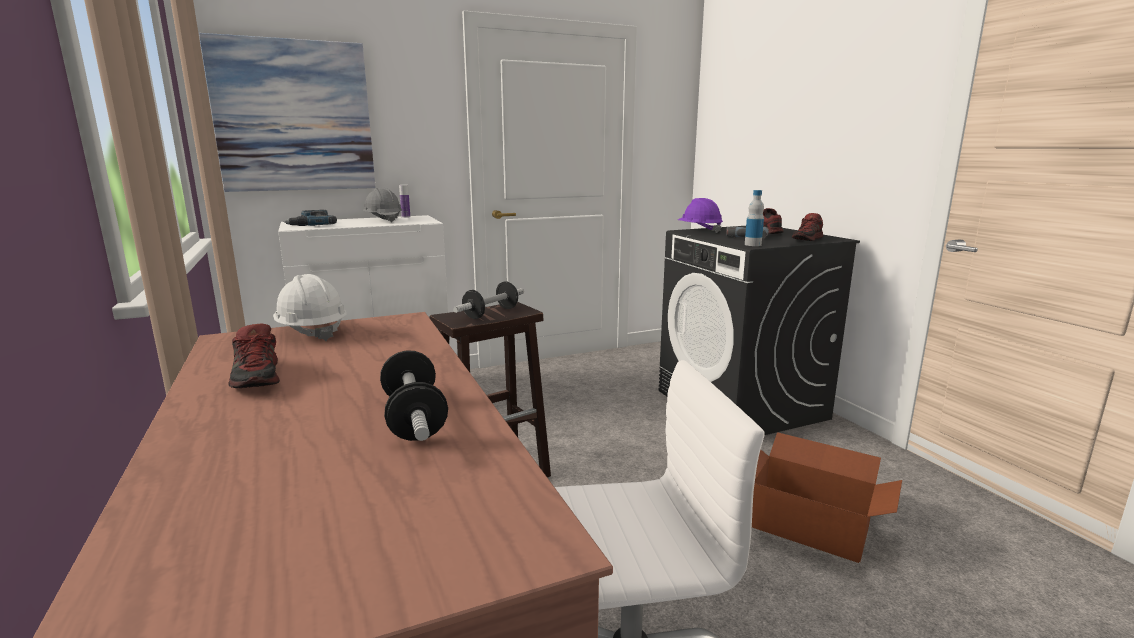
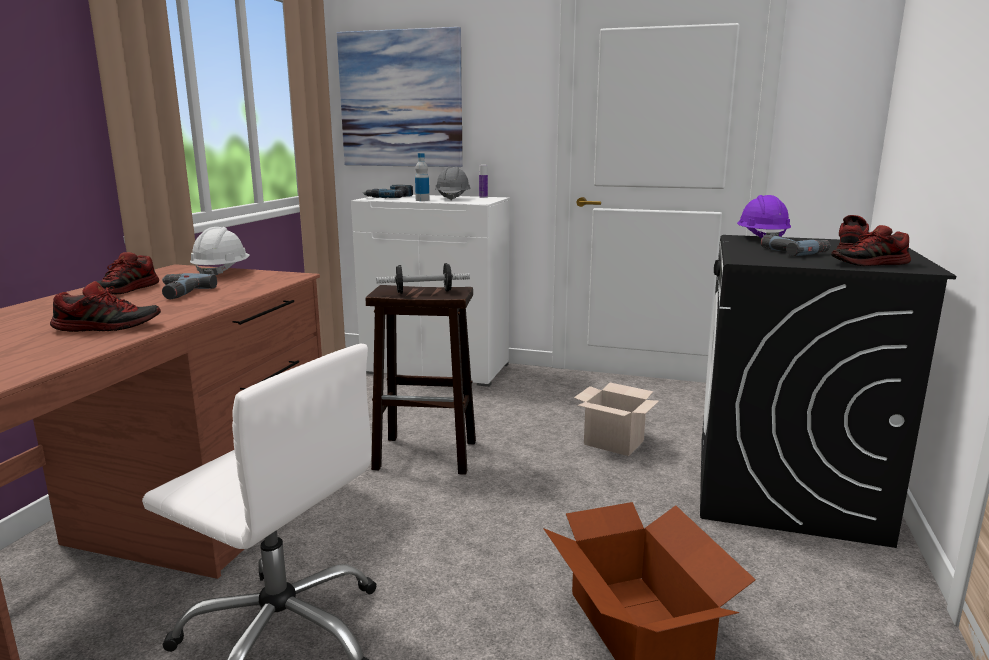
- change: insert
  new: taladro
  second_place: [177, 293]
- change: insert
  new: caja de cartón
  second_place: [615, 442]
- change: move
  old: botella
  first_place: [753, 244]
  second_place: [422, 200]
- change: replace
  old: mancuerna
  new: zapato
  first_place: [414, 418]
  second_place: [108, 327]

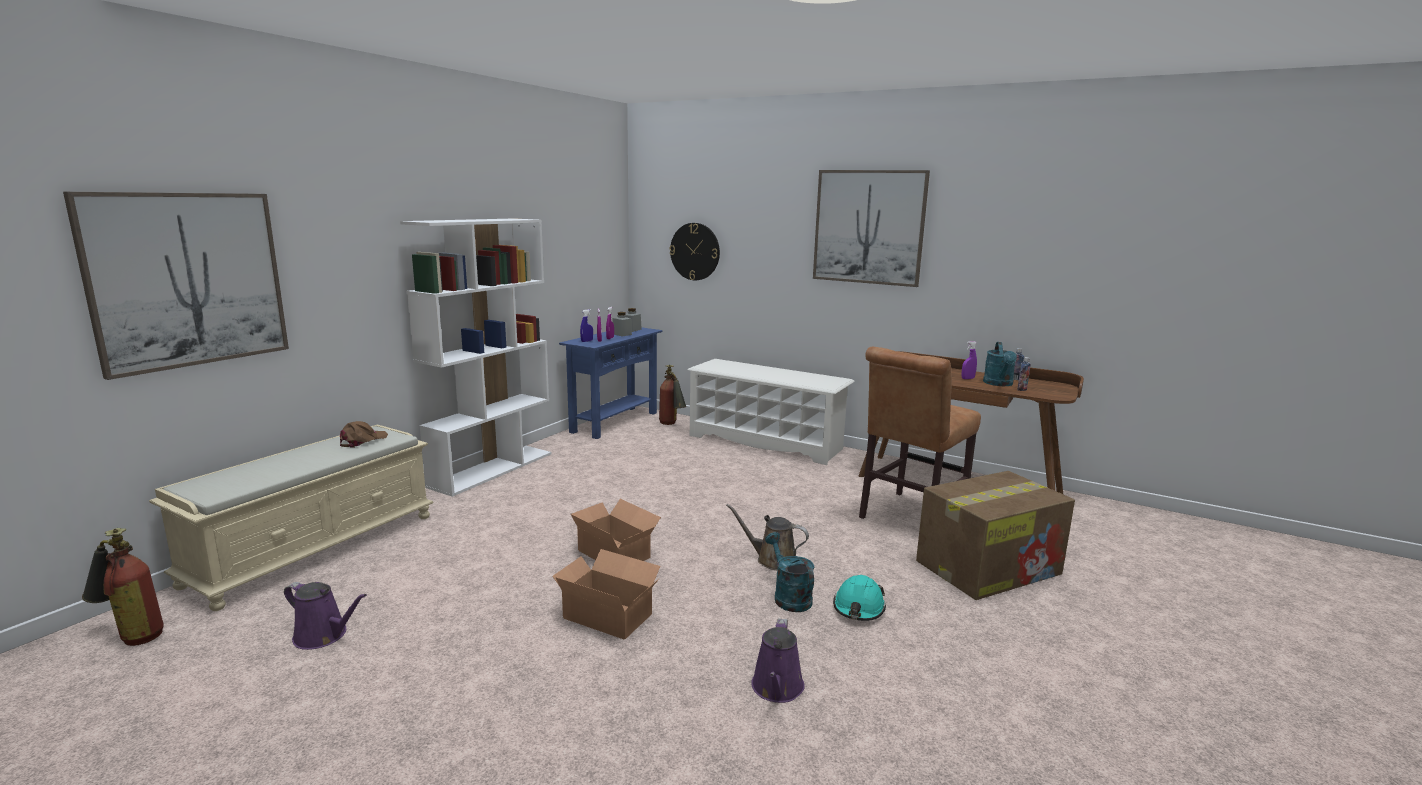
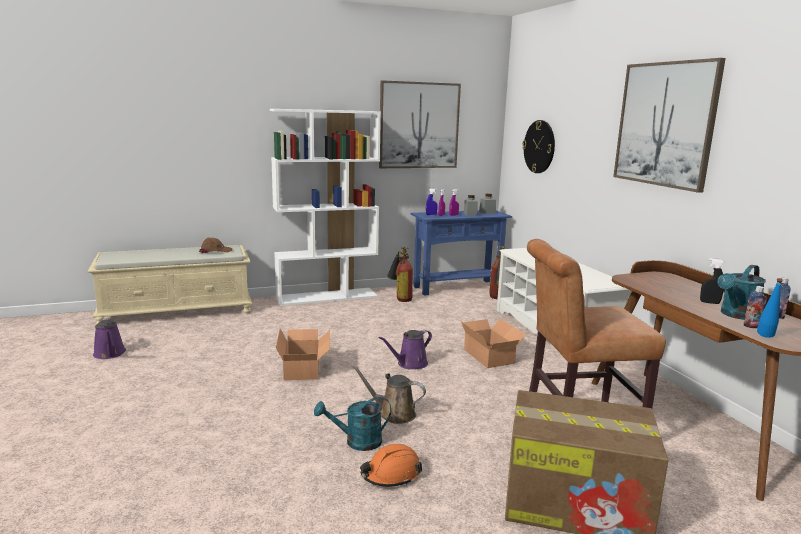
- change: insert
  new: botella (azul)
  second_place: [765, 338]
- change: move
  old: cuadro
  first_place: [188, 280]
  second_place: [419, 125]
- change: move
  old: extintor
  first_place: [131, 635]
  second_place: [400, 298]
- change: move
  old: caja de cartón
  first_place: [608, 614]
  second_place: [490, 355]
- change: move
  old: regadera (morado)
  first_place: [777, 689]
  second_place: [410, 364]
- change: recolor
  old: casco (turquesa)
  new: casco (naranja)
  first_place: [858, 608]
  second_place: [391, 474]
- change: recolor
  old: pulverizador (morado)
  new: pulverizador (negro)
  first_place: [967, 378]
  second_place: [709, 302]
- change: rotate
  old: regadera (marrón)
  first_place: [772, 560]
  second_place: [393, 414]
  degrees: -45
- change: rotate
  old: regadera (turquesa)
  first_place: [789, 596]
  second_place: [357, 442]
  degrees: -120

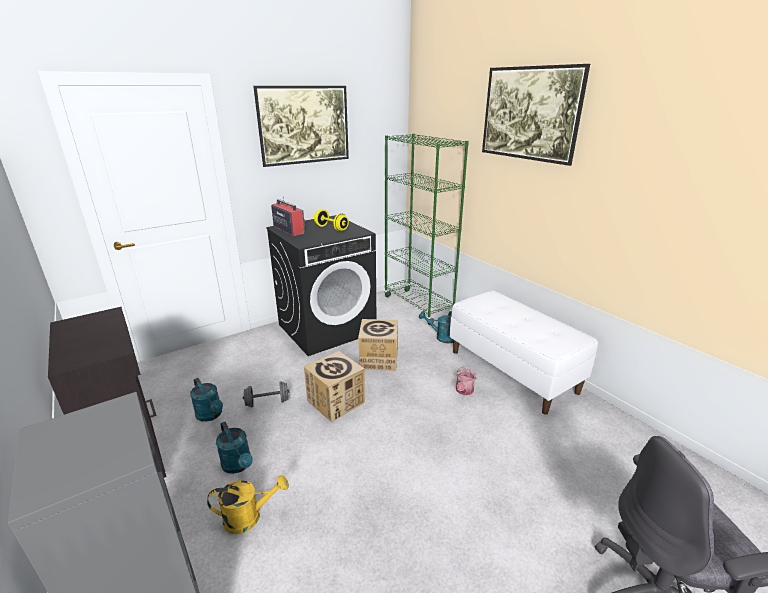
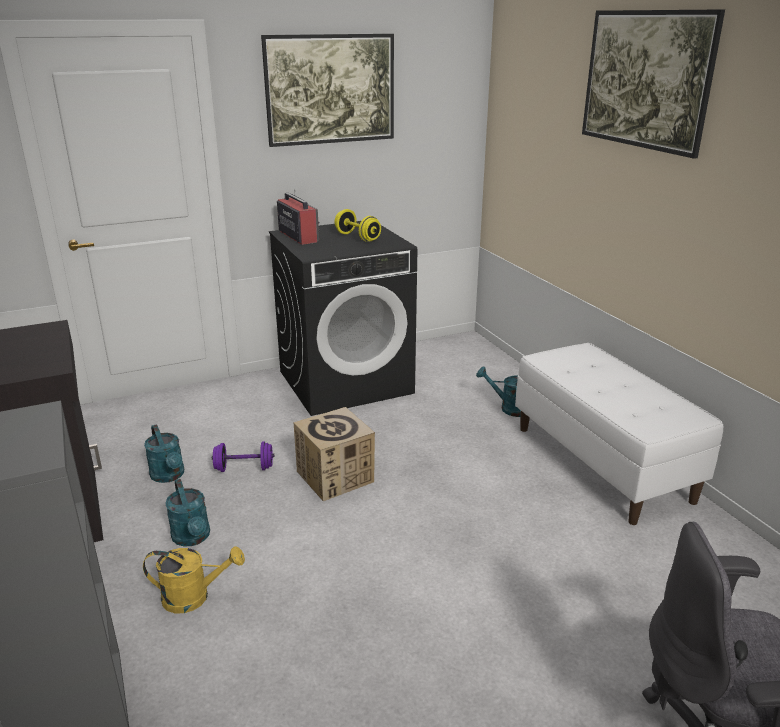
- change: delete
  old: caja de cartón
  first_place: [378, 359]
- change: delete
  old: estantería (verde)
  first_place: [418, 306]
- change: delete
  old: regadera
  first_place: [463, 391]
- change: recolor
  old: mancuerna (gris)
  new: mancuerna (morado)
  first_place: [267, 402]
  second_place: [244, 468]

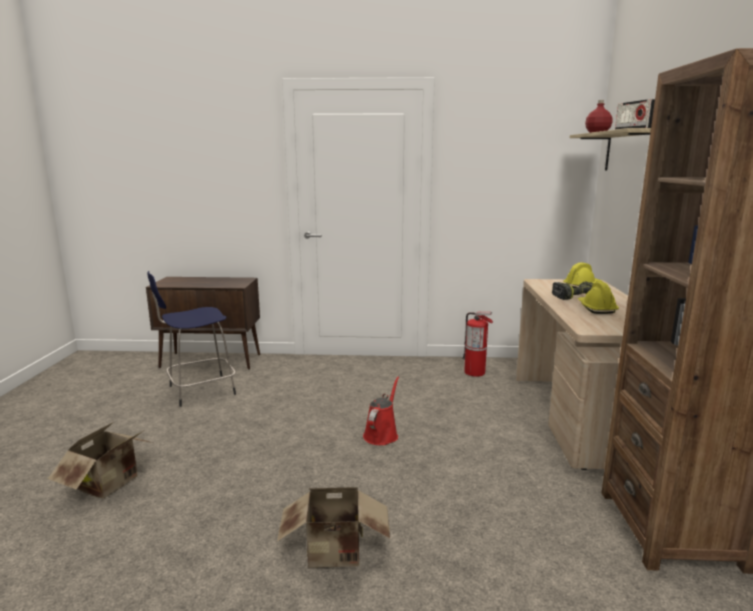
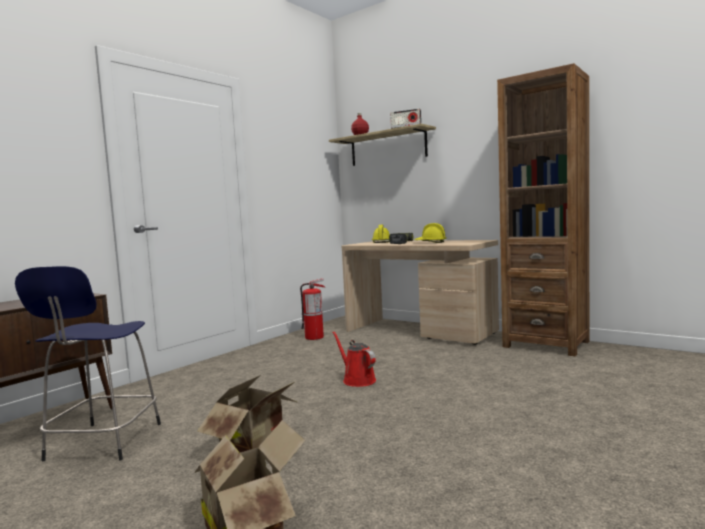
- change: move
  old: caja de cartón
  first_place: [336, 555]
  second_place: [257, 445]

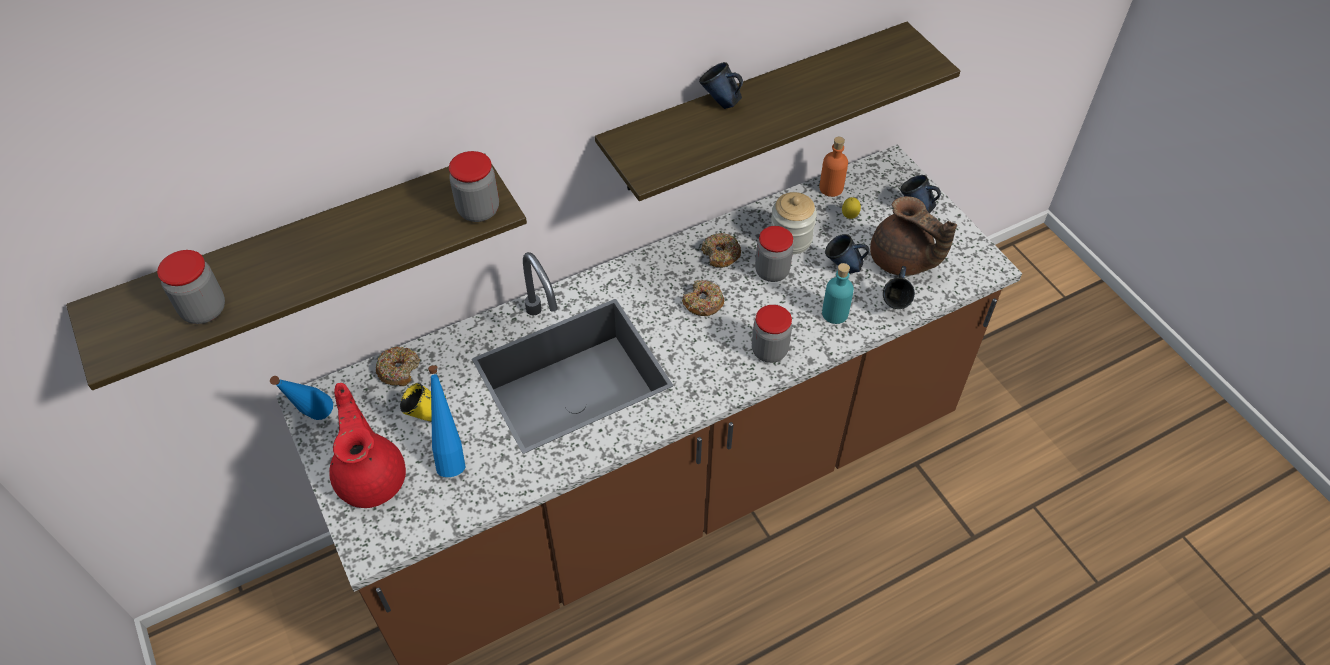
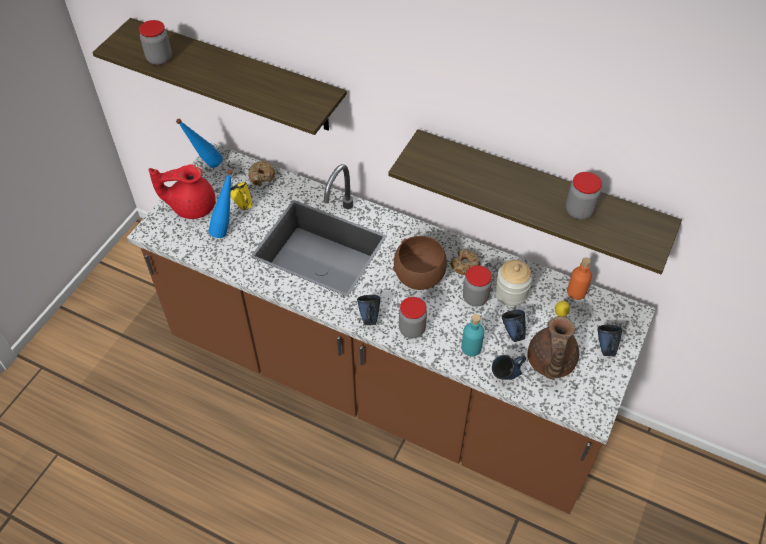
- change: move
  old: tarro
  first_place: [478, 210]
  second_place: [579, 211]
- change: move
  old: taza grande (azul)
  first_place: [721, 103]
  second_place: [369, 318]
- change: replace
  old: rosquilla
  new: cuenco (marrón)
  first_place: [703, 303]
  second_place: [419, 277]
- change: rotate
  old: tetera (rojo)
  first_place: [372, 476]
  second_place: [191, 206]
  degrees: -135

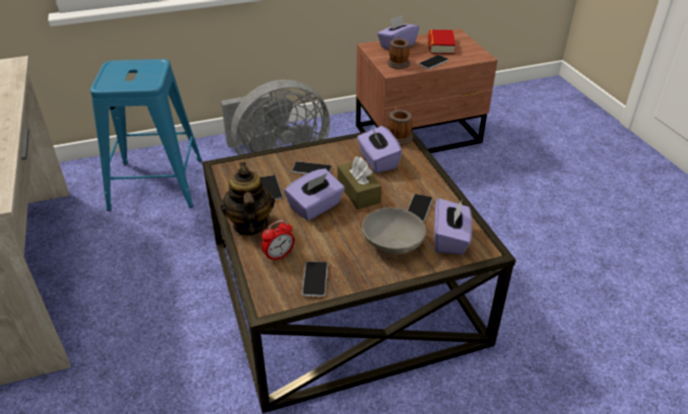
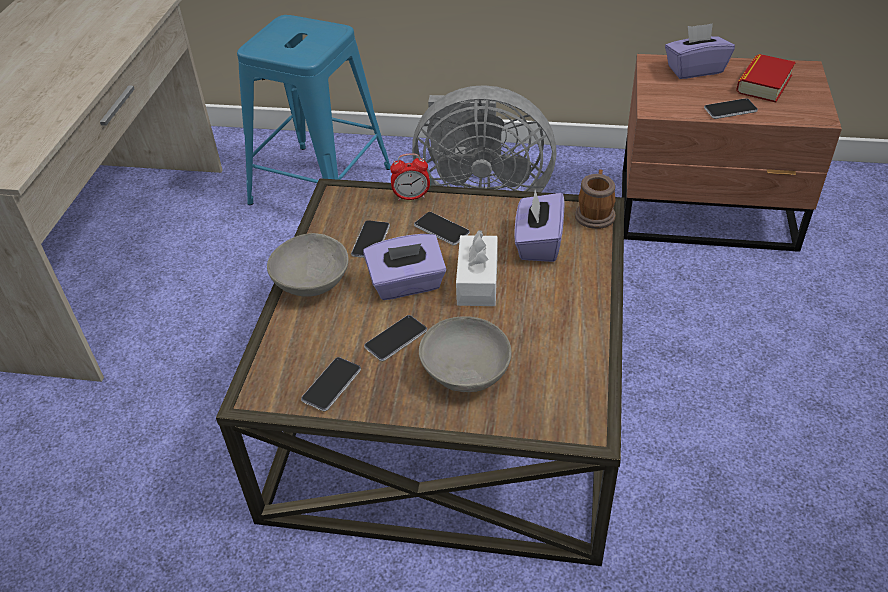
- change: delete
  old: taza grande
  first_place: [398, 62]
- change: delete
  old: caja de pañuelos (morado)
  first_place: [450, 239]
- change: move
  old: despertador
  first_place: [279, 256]
  second_place: [411, 197]
- change: move
  old: móvil
  first_place: [418, 208]
  second_place: [396, 339]
- change: replace
  old: tetera
  new: cuenco (gris)
  first_place: [249, 225]
  second_place: [311, 282]
- change: recolor
  old: caja de pañuelos (marrón)
  new: caja de pañuelos (blanco)
  first_place: [358, 192]
  second_place: [477, 281]

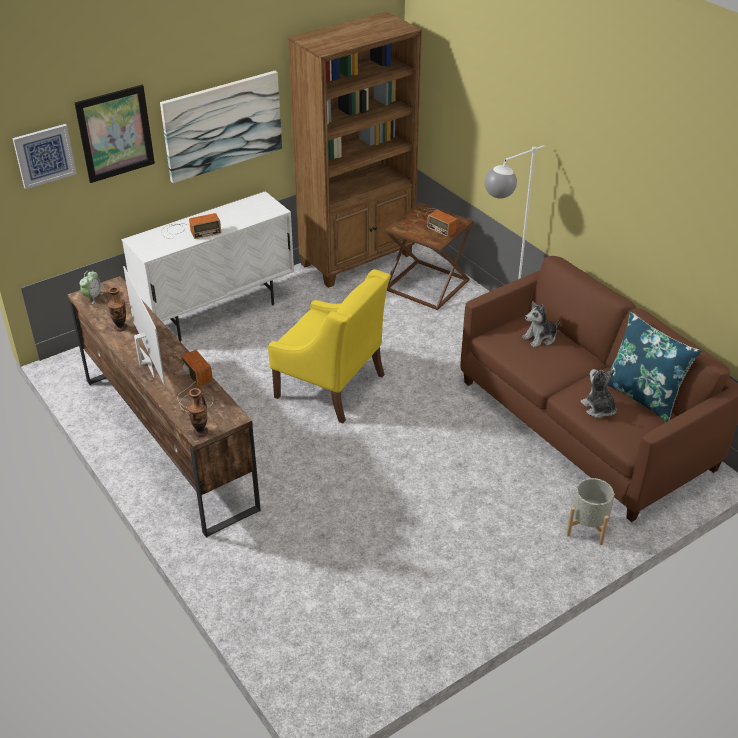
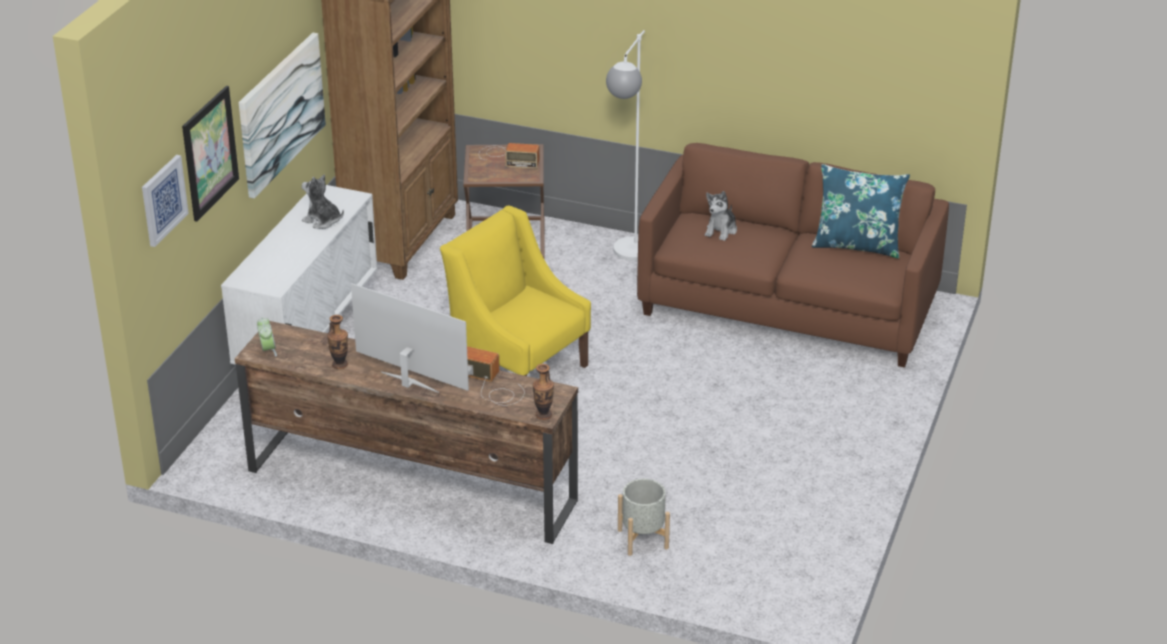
- change: delete
  old: radio
  first_place: [189, 231]
- change: move
  old: maceta (gris)
  first_place: [588, 528]
  second_place: [643, 539]
- change: move
  old: peluche
  first_place: [598, 408]
  second_place: [322, 221]
- change: rotate
  old: sillón (amarillo)
  first_place: [331, 386]
  second_place: [518, 370]
  degrees: -135

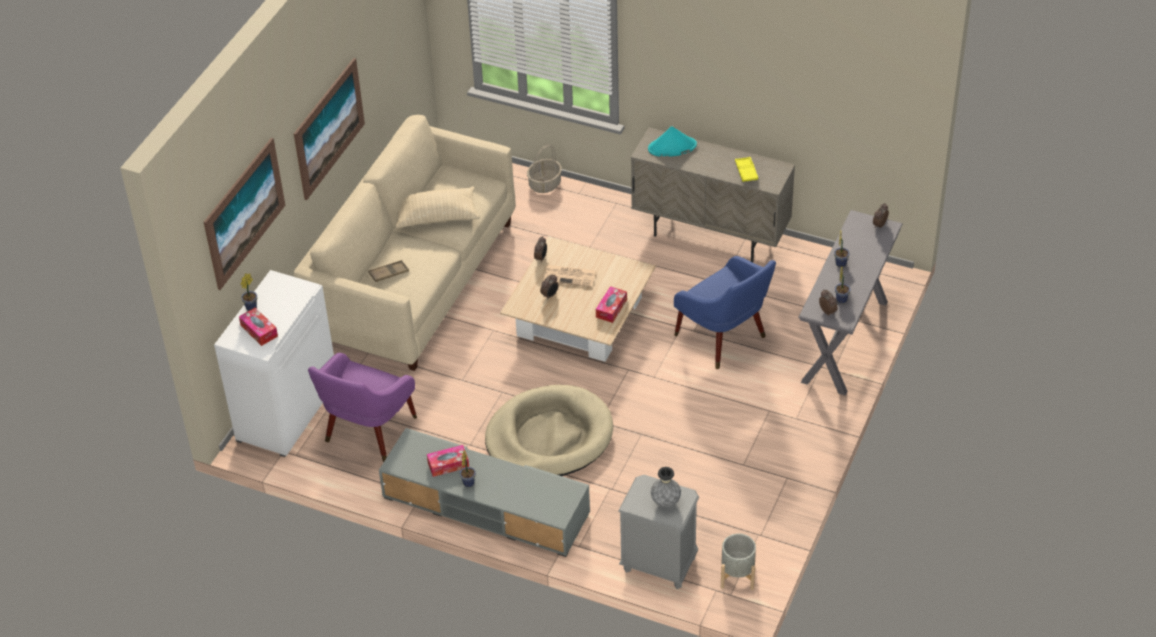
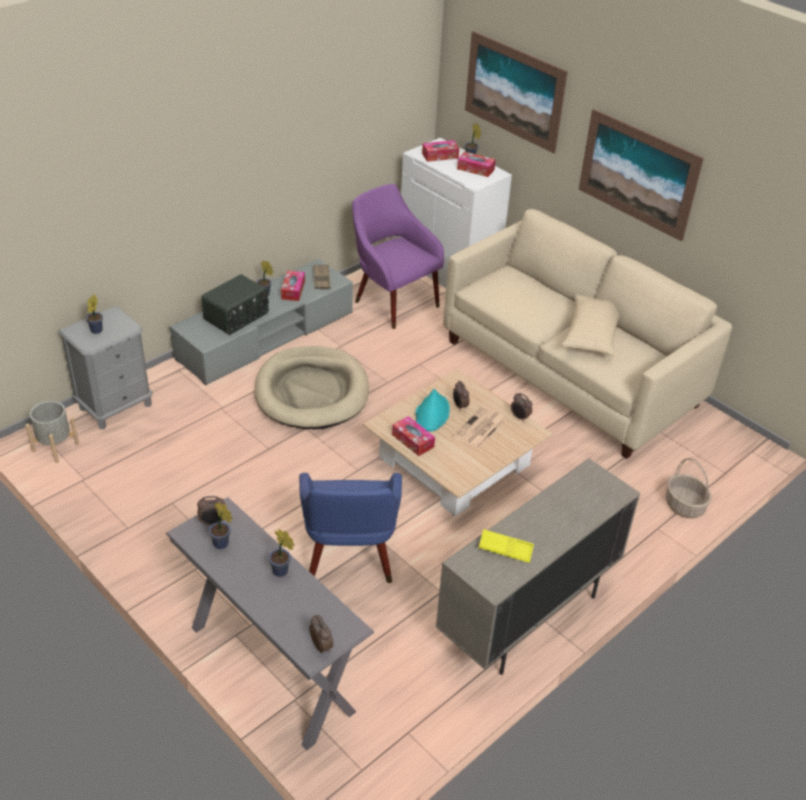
- change: insert
  new: radio
  second_place: [237, 317]
- change: insert
  new: caja de pañuelos
  second_place: [475, 169]
- change: move
  old: bandeja (marrón)
  first_place: [389, 273]
  second_place: [321, 279]
- change: move
  old: sombrero (turquesa)
  first_place: [672, 147]
  second_place: [432, 413]
- change: replace
  old: florero (gris)
  new: planta en maceta
  first_place: [665, 502]
  second_place: [95, 331]
- change: rotate
  old: sillón (azul)
  first_place: [724, 339]
  second_place: [349, 559]
  degrees: -75

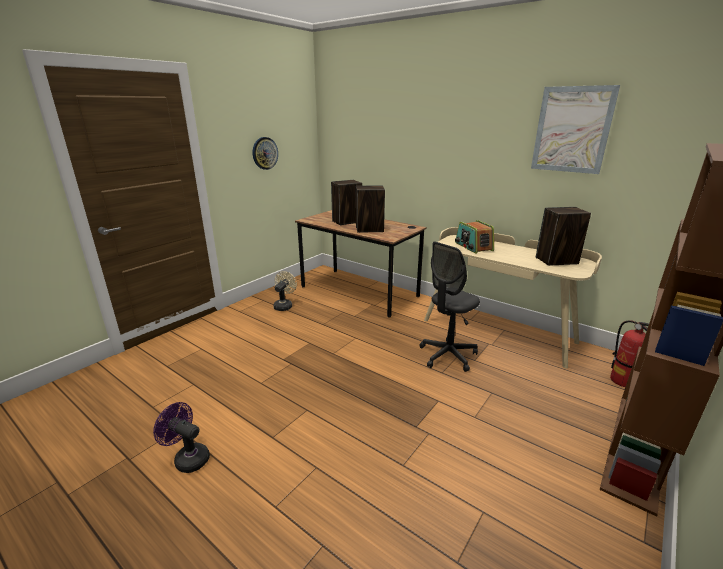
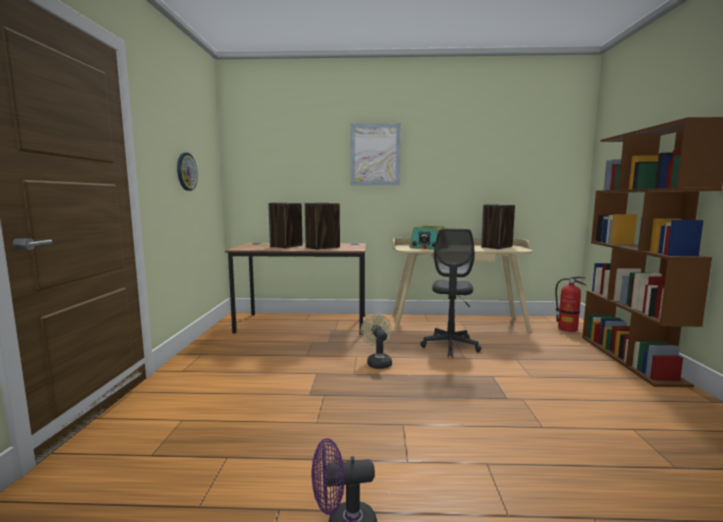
- change: move
  old: ventilador (beis)
  first_place: [284, 305]
  second_place: [377, 362]
- change: move
  old: cuadro
  first_place: [572, 130]
  second_place: [375, 154]

